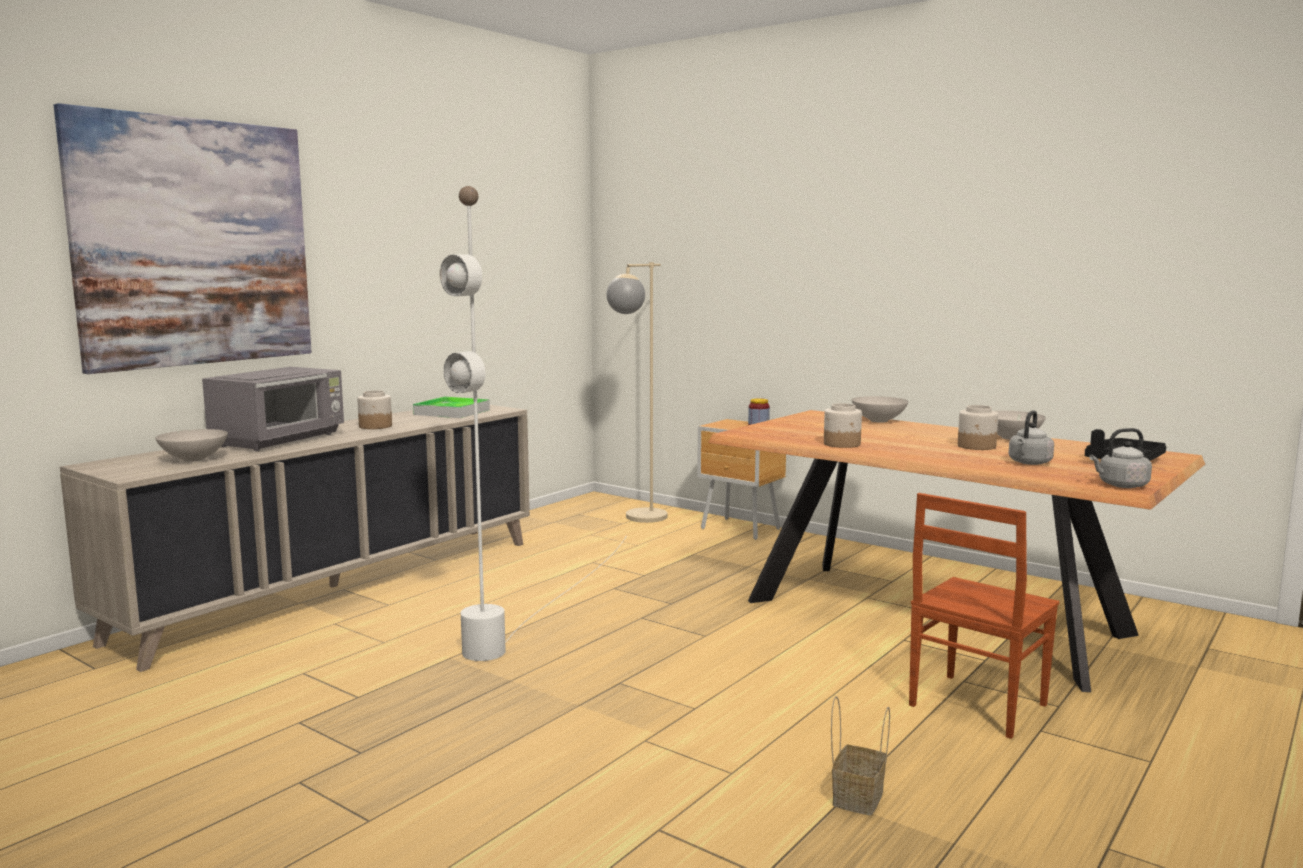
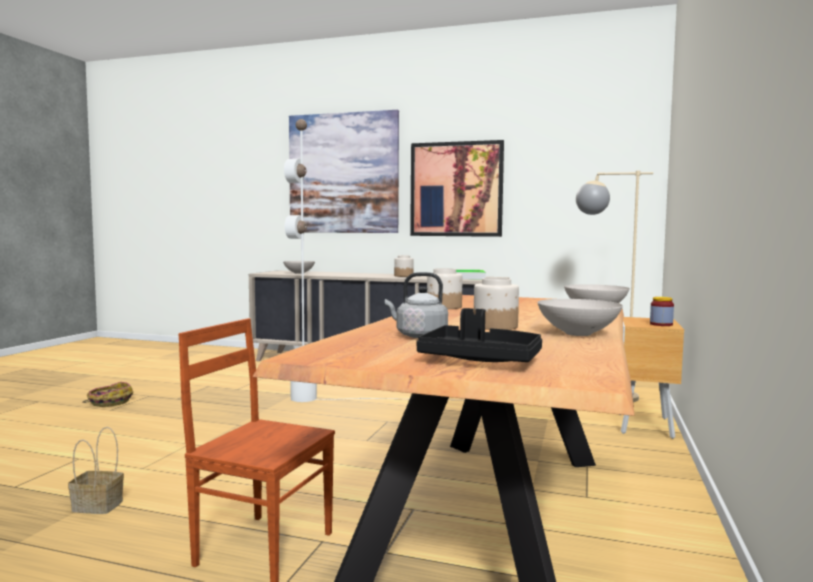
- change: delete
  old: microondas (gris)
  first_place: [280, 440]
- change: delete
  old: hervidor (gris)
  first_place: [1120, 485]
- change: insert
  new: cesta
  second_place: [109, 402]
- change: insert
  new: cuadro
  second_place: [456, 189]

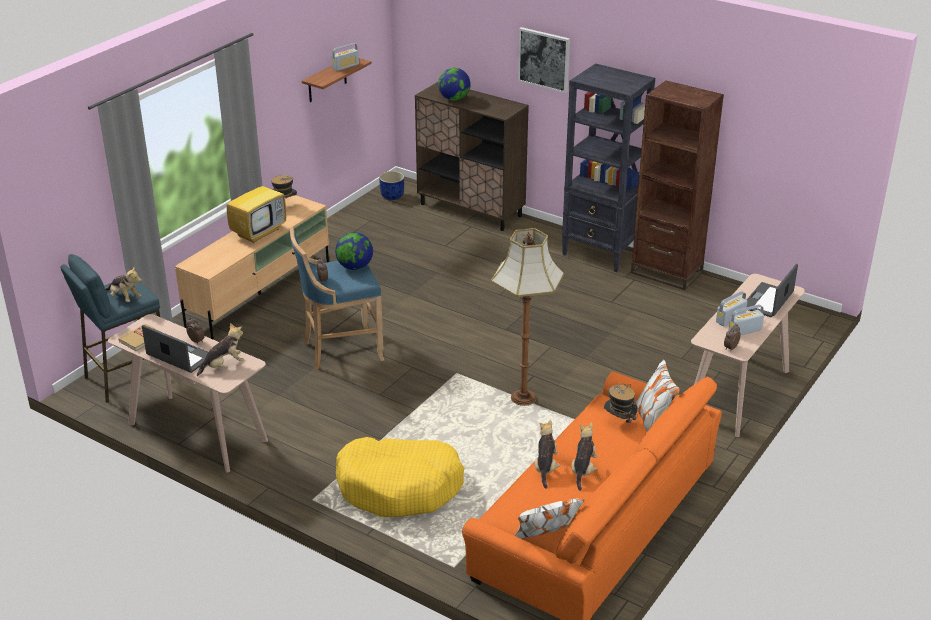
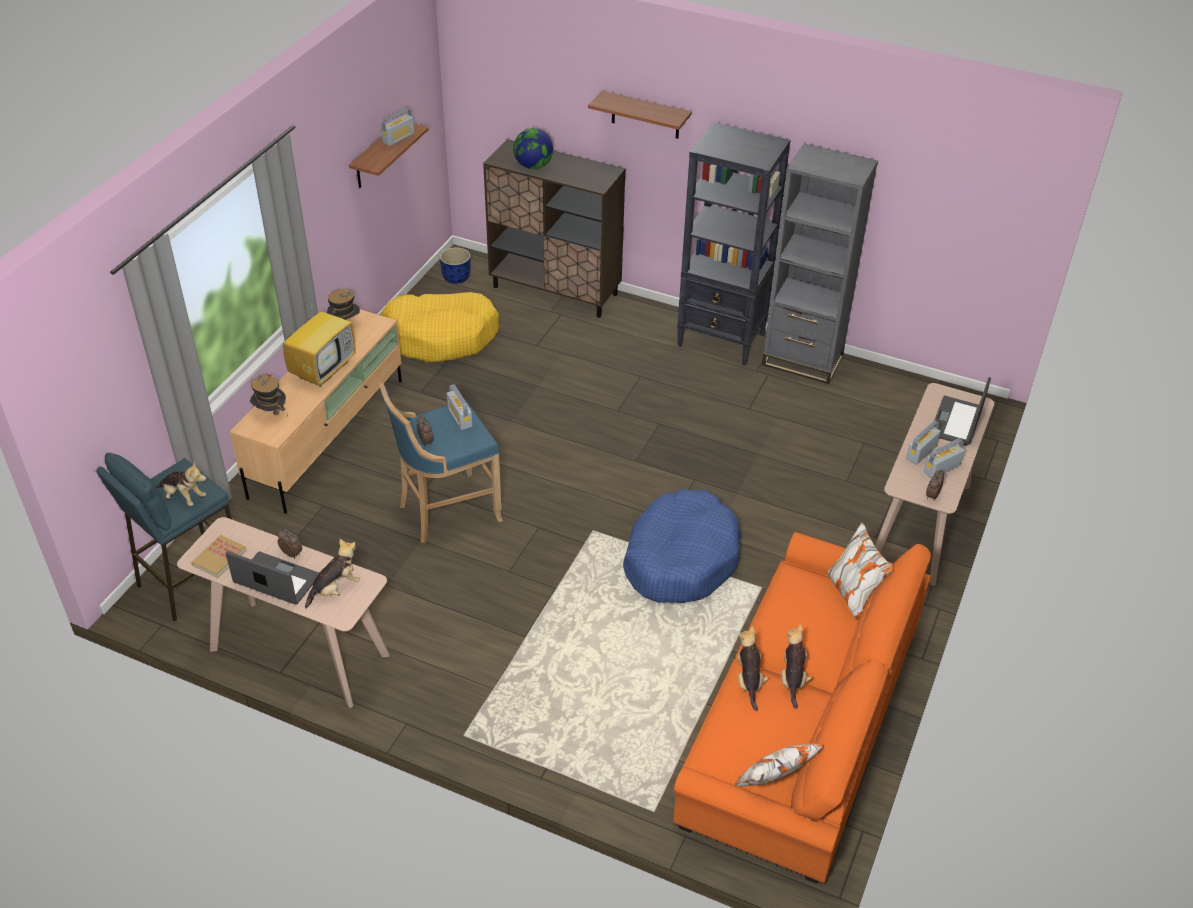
- change: move
  old: cama para perro (amarillo)
  first_place: [399, 487]
  second_place: [441, 336]
- change: move
  old: sombrero
  first_place: [619, 422]
  second_place: [270, 413]
- change: replace
  old: globo terráqueo
  new: radio
  first_place: [355, 267]
  second_place: [460, 417]
- change: replace
  old: lámpara de pie
  new: cama para perro (azul)
  first_place: [524, 398]
  second_place: [680, 558]
- change: replace
  old: cuadro
  new: estante
  first_place: [544, 59]
  second_place: [645, 115]
- change: recolor
  old: estantería (marrón)
  new: estantería (gris)
  first_place: [666, 272]
  second_place: [802, 360]

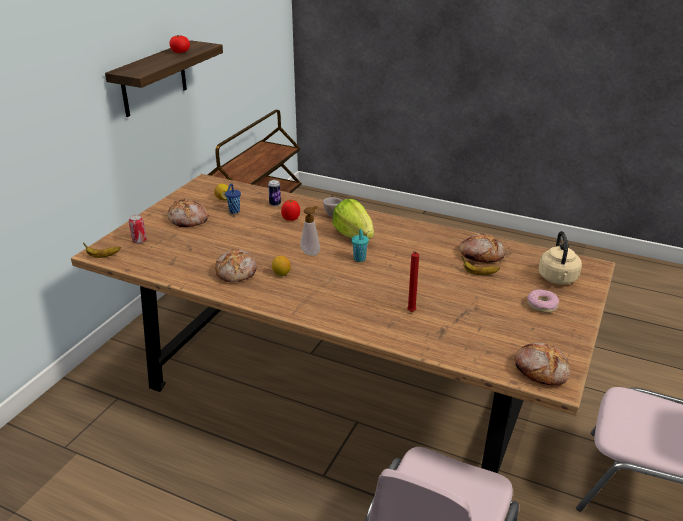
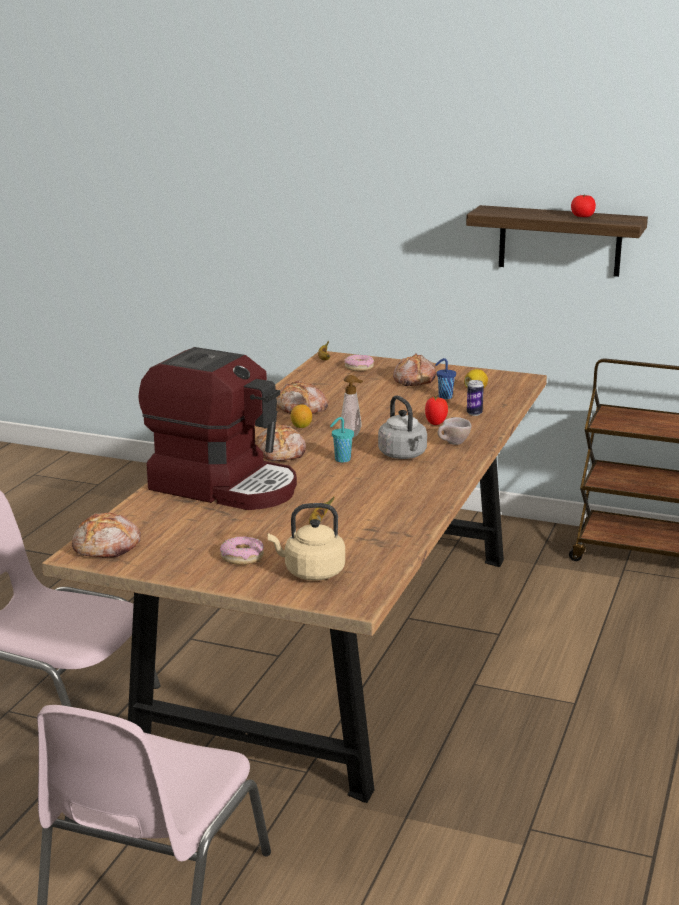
- change: move
  old: pan
  first_place: [481, 255]
  second_place: [282, 453]
- change: replace
  old: lata
  new: rosquilla
  first_place: [139, 241]
  second_place: [359, 367]
- change: replace
  old: lechuga
  new: hervidor (gris)
  first_place: [354, 235]
  second_place: [403, 455]
- change: replace
  old: vela (rojo)
  new: cafetera
  first_place: [410, 312]
  second_place: [224, 485]

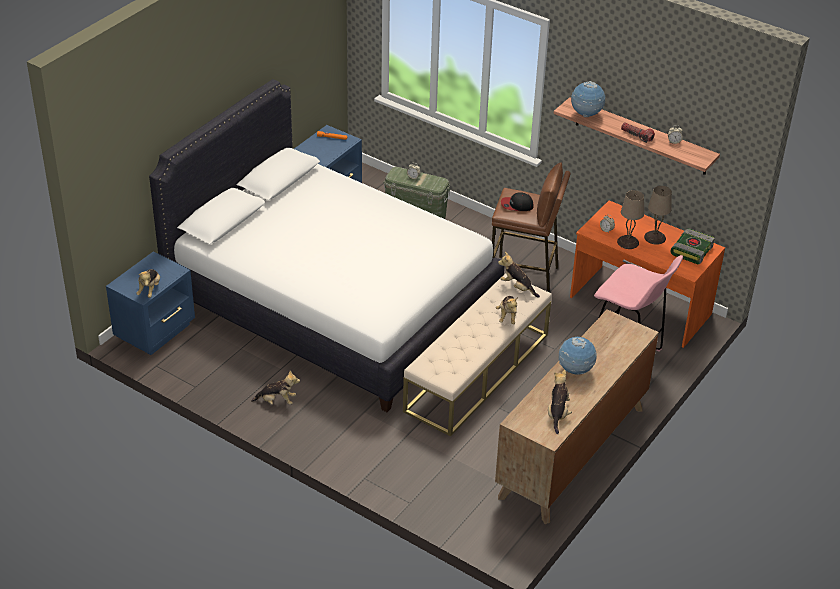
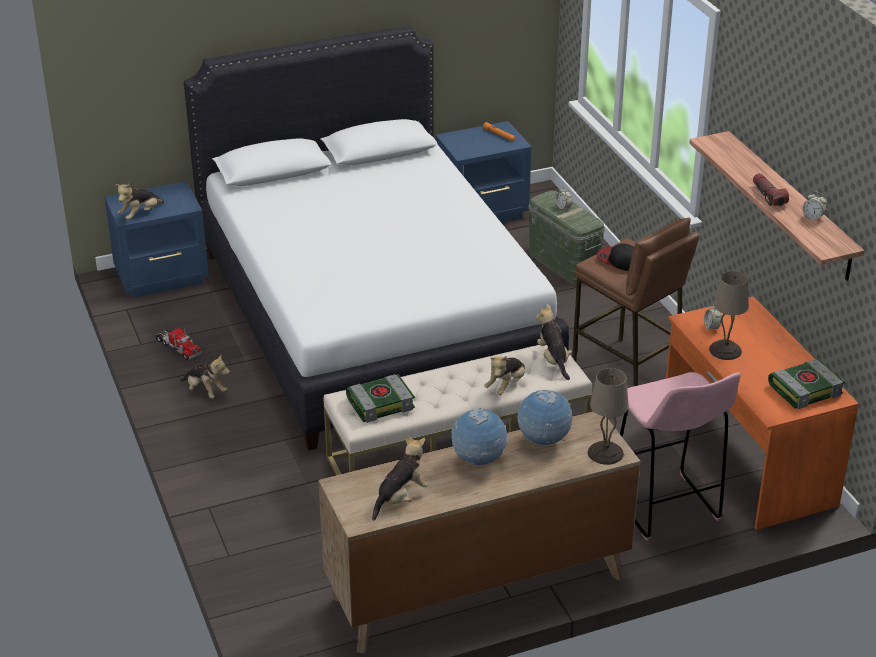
- change: insert
  new: camión de juguete
  second_place: [178, 347]
- change: insert
  new: libro
  second_place: [381, 403]
- change: move
  old: globo terráqueo
  first_place: [586, 115]
  second_place: [543, 441]
- change: move
  old: lámpara de mesa (beis)
  first_place: [655, 237]
  second_place: [606, 453]

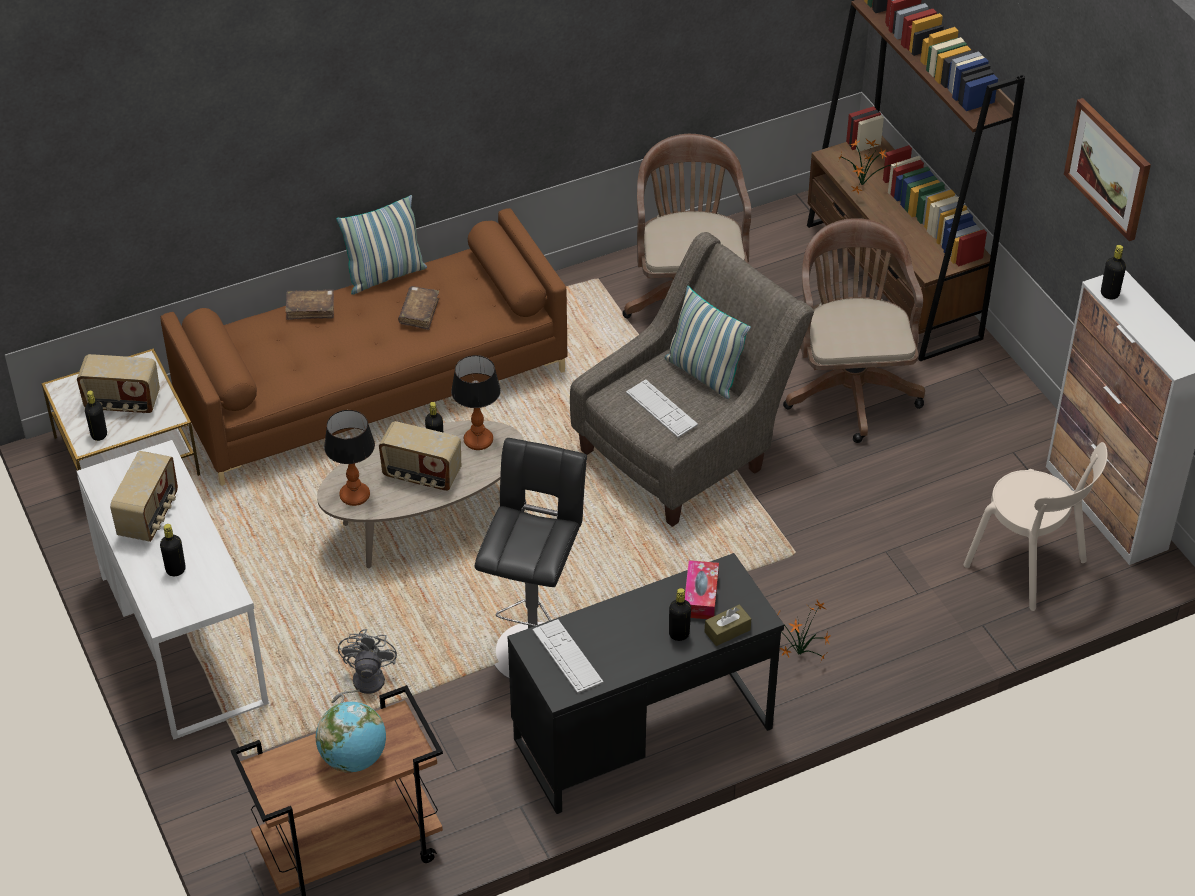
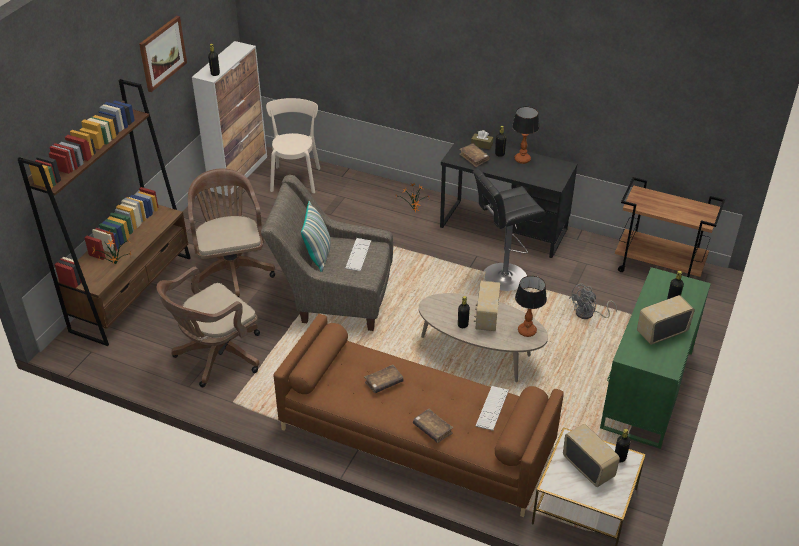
- change: delete
  old: globo terráqueo
  first_place: [353, 758]
- change: delete
  old: cojín
  first_place: [385, 275]
- change: move
  old: lámpara de mesa
  first_place: [478, 441]
  second_place: [522, 159]
- change: move
  old: teclado
  first_place: [567, 656]
  second_place: [492, 408]
- change: replace
  old: caja de pañuelos
  new: libro (marrón)
  first_place: [700, 596]
  second_place: [474, 158]
- change: recolor
  old: escritorio (blanco)
  new: escritorio (verde)
  first_place: [183, 638]
  second_place: [647, 389]
- change: rotate
  old: radio
  first_place: [421, 475]
  second_place: [486, 318]
  degrees: -150
- change: rotate
  old: silla de oficina (marrón)
  first_place: [850, 387]
  second_place: [232, 270]
  degrees: 120

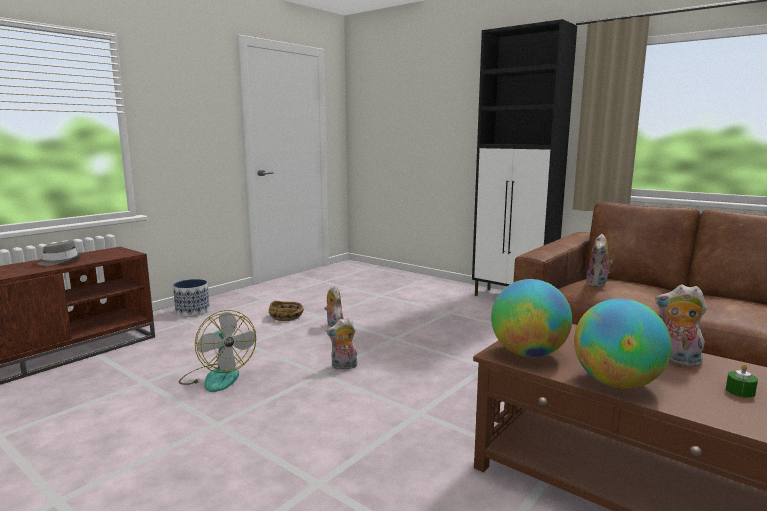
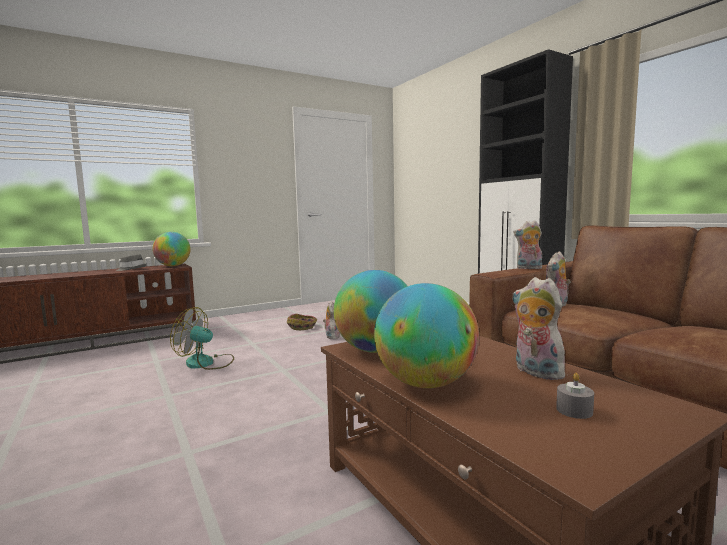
- change: delete
  old: maceta
  first_place: [192, 311]
- change: insert
  new: globo terráqueo
  second_place: [173, 266]
- change: move
  old: peluche
  first_place: [344, 367]
  second_place: [528, 268]
- change: recolor
  old: vela (verde)
  new: vela (gris)
  first_place: [740, 391]
  second_place: [574, 410]
- change: rotate
  old: ventilador
  first_place: [217, 377]
  second_place: [206, 363]
  degrees: 120

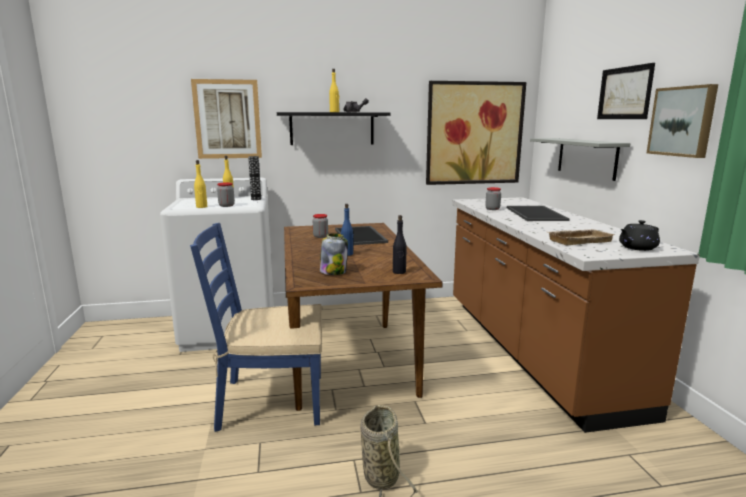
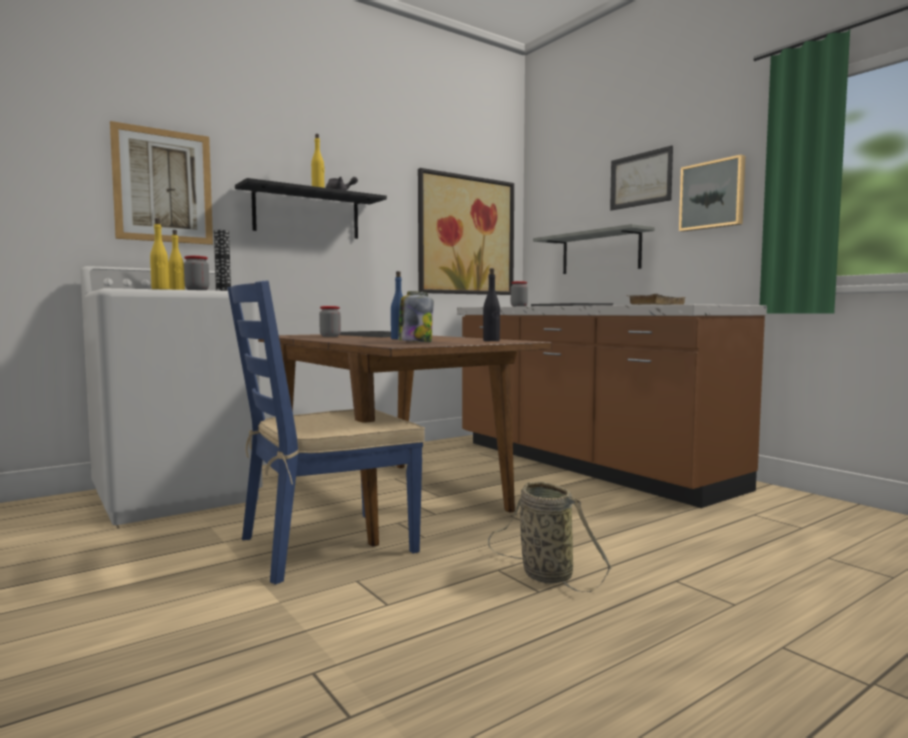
- change: delete
  old: tetera (negro)
  first_place: [637, 248]

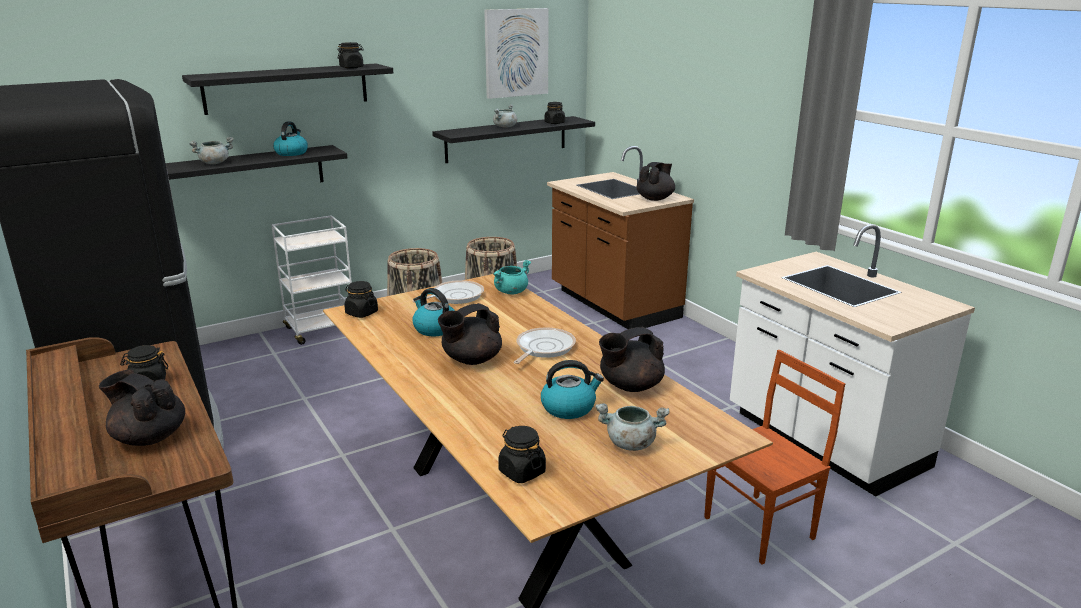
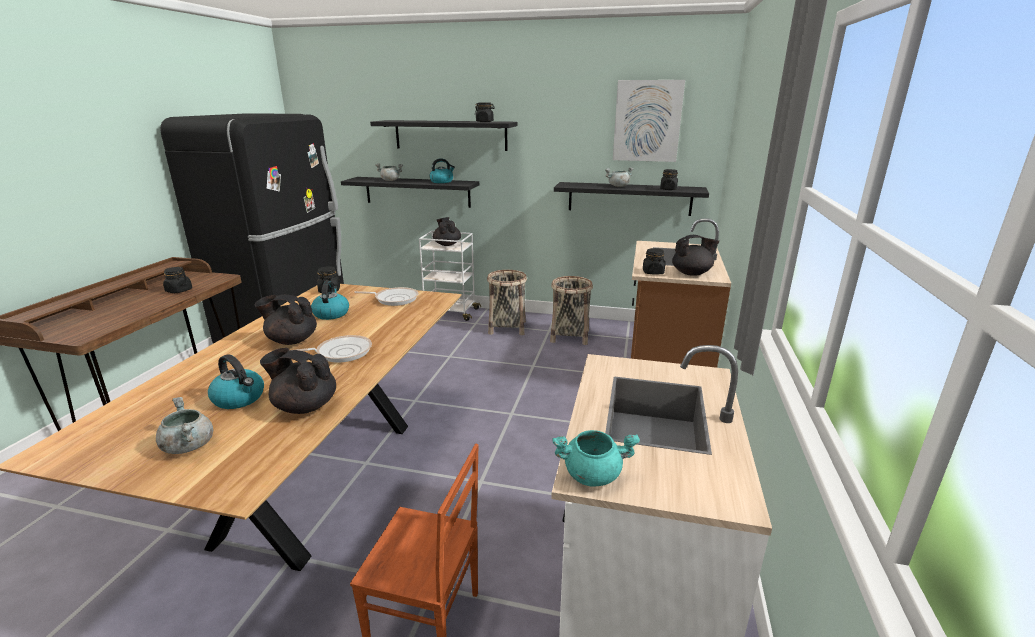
- change: move
  old: tetera (negro)
  first_place: [149, 437]
  second_place: [447, 244]
- change: move
  old: olla (turquesa)
  first_place: [511, 291]
  second_place: [592, 475]
- change: move
  old: tarro (negro)
  first_place: [521, 472]
  second_place: [653, 272]

